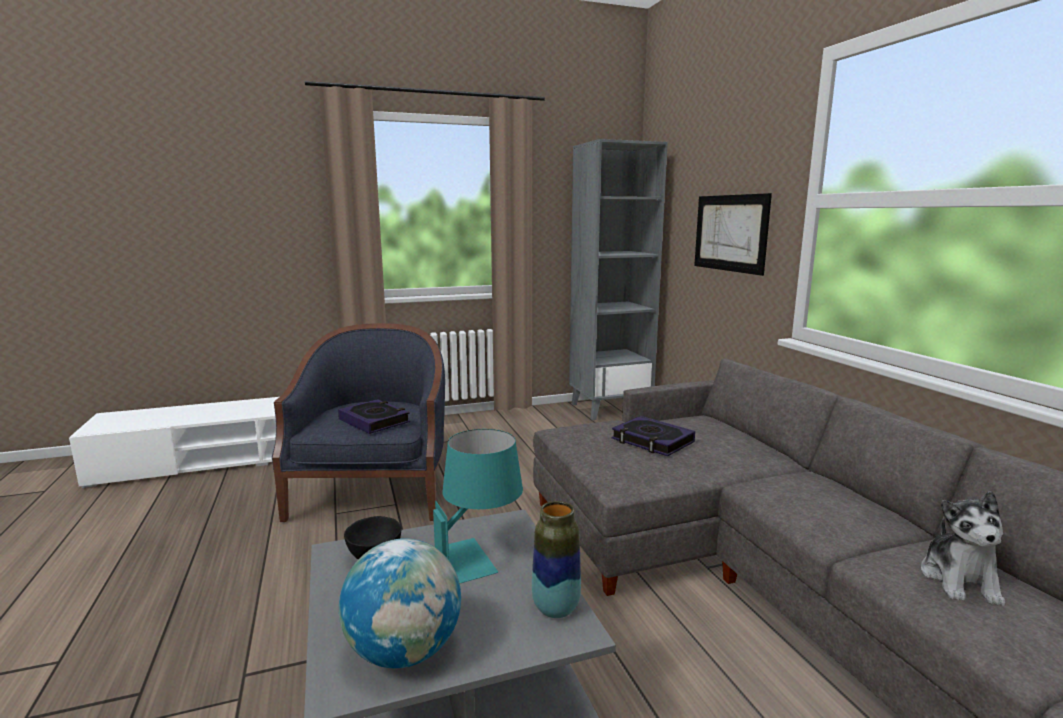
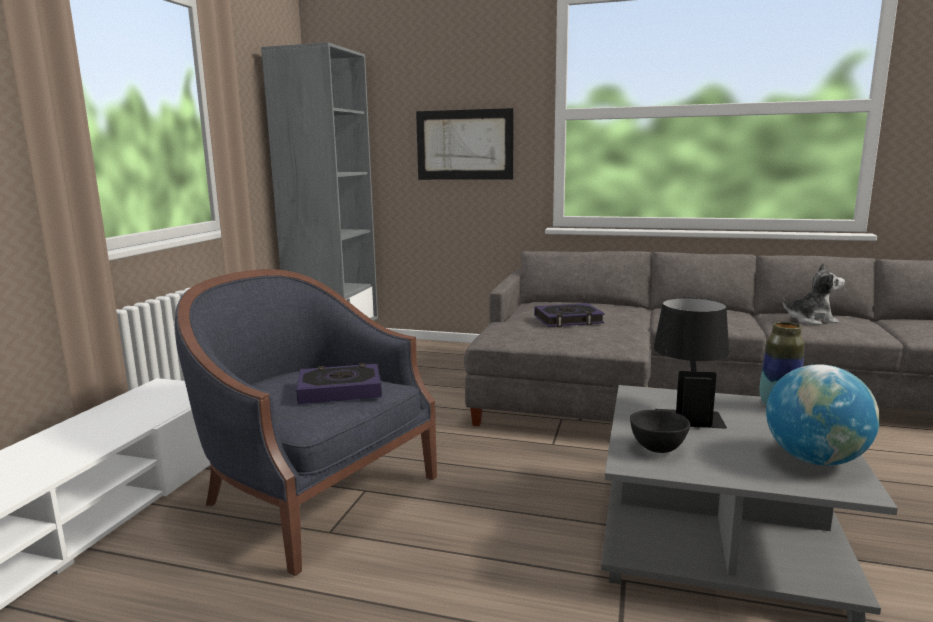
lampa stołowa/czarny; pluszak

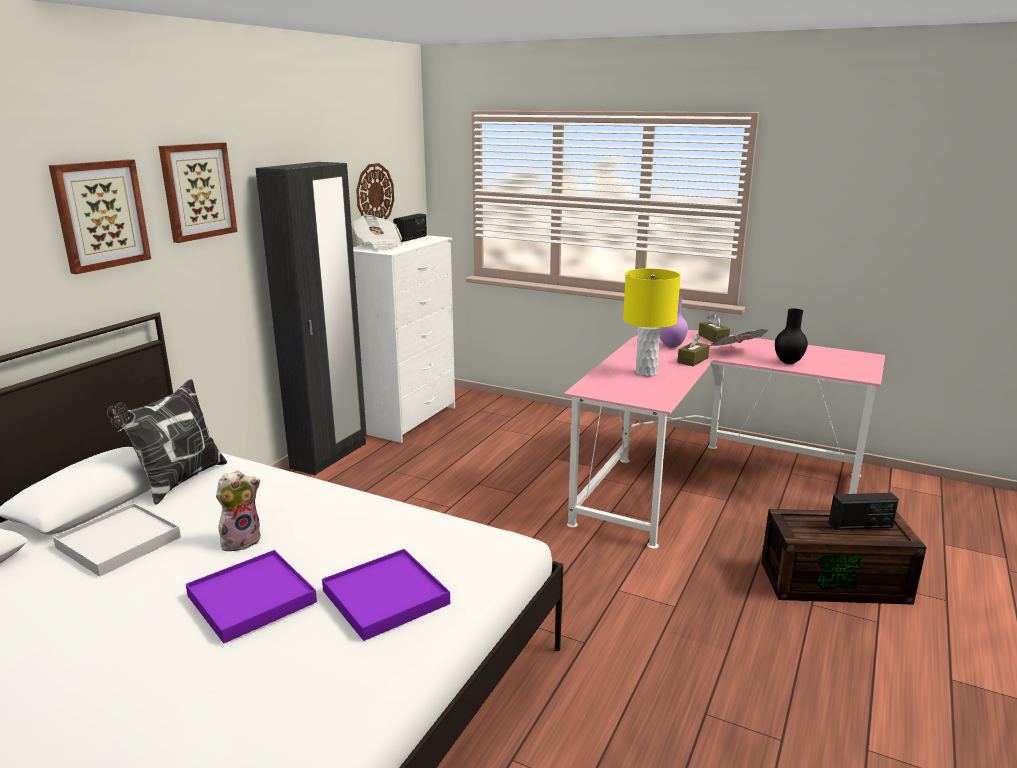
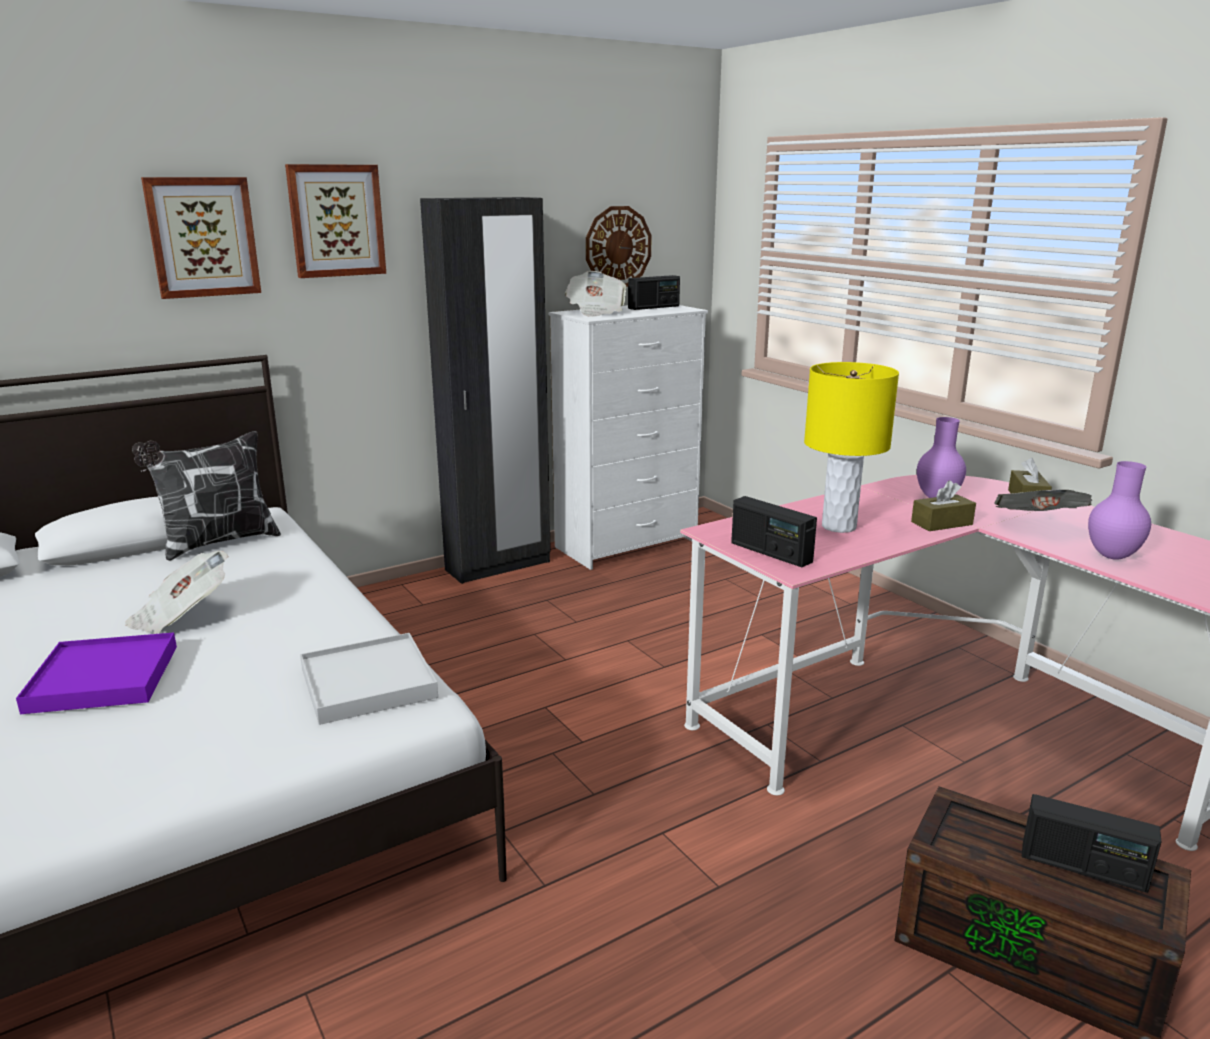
taca/biały; gazeta (no. 1 from left); taca/fioletowy (no. 2 from left in the first image); wazon/fioletowy (no. 2 from left); radio (no. 2 from left)

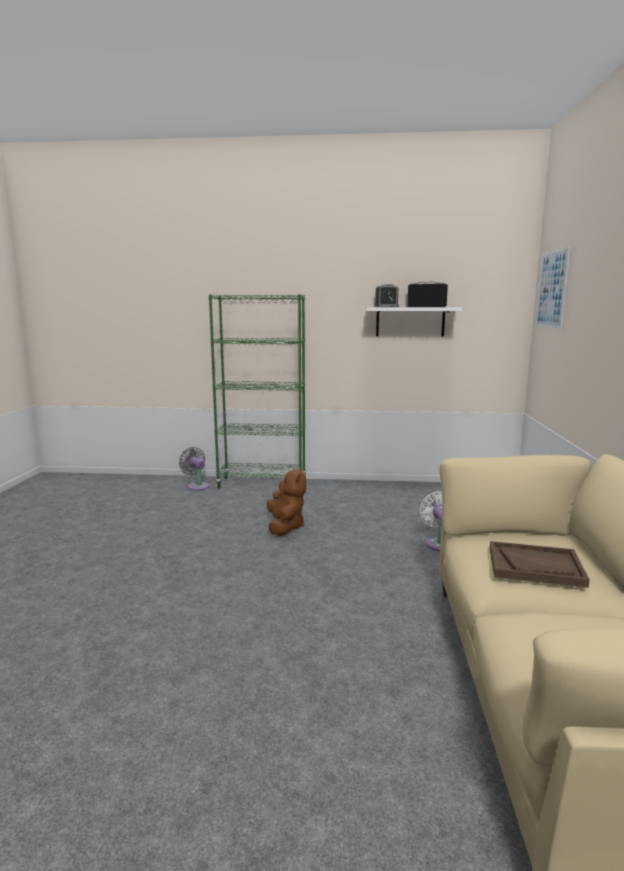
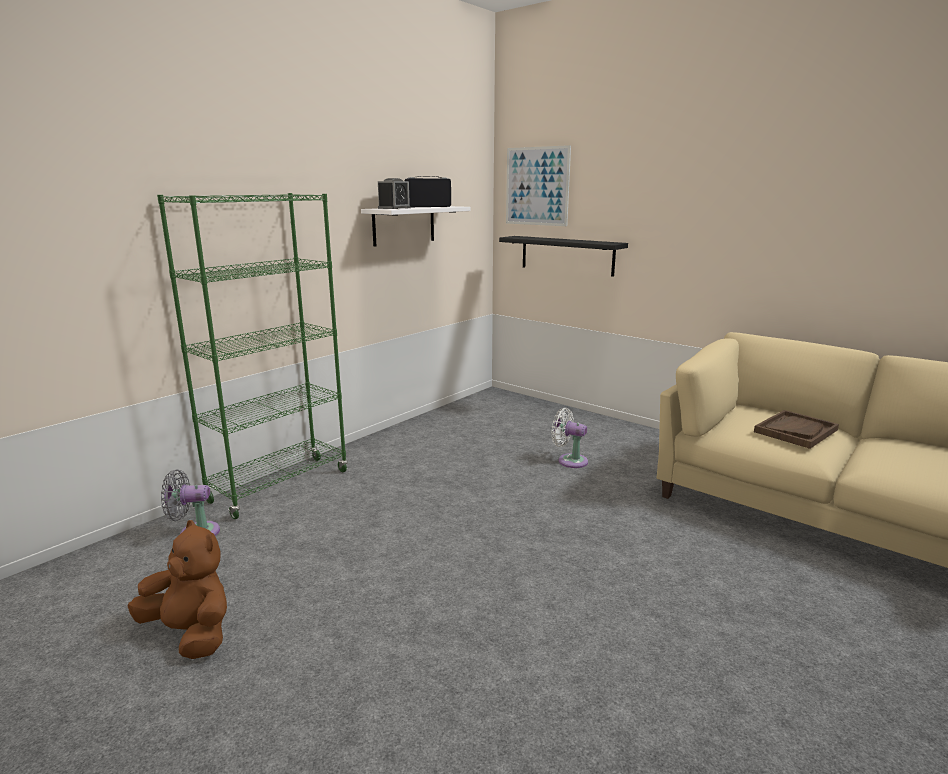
pluszak/brązowy; półka/czarny

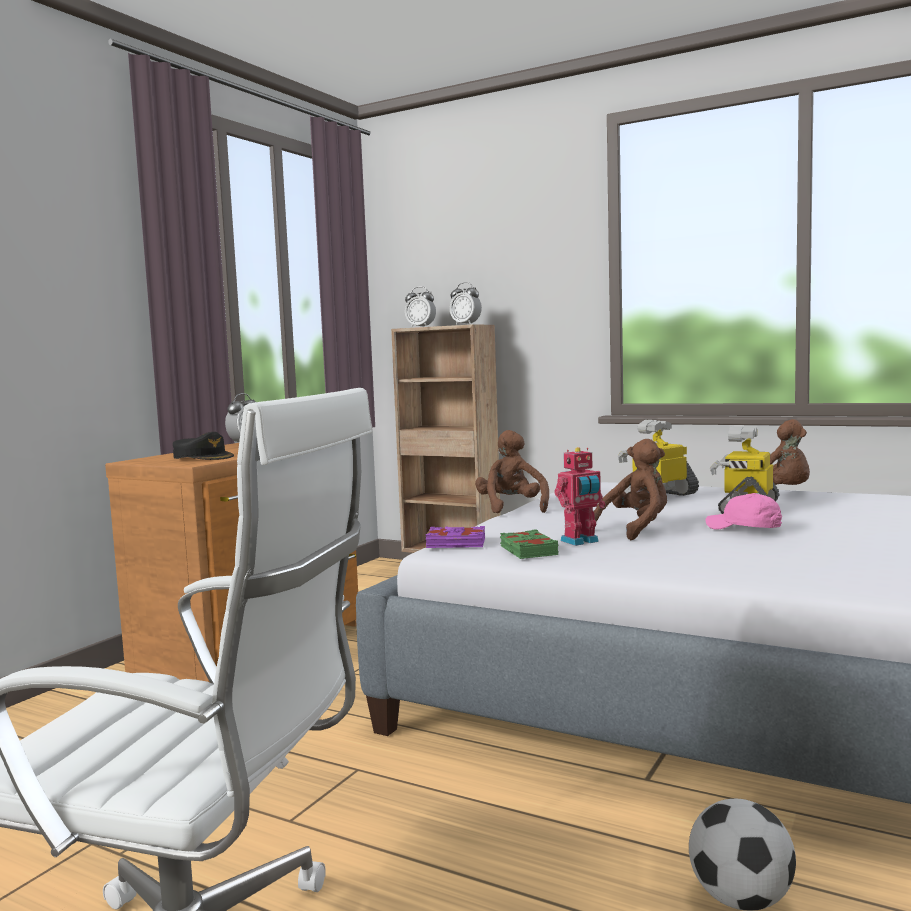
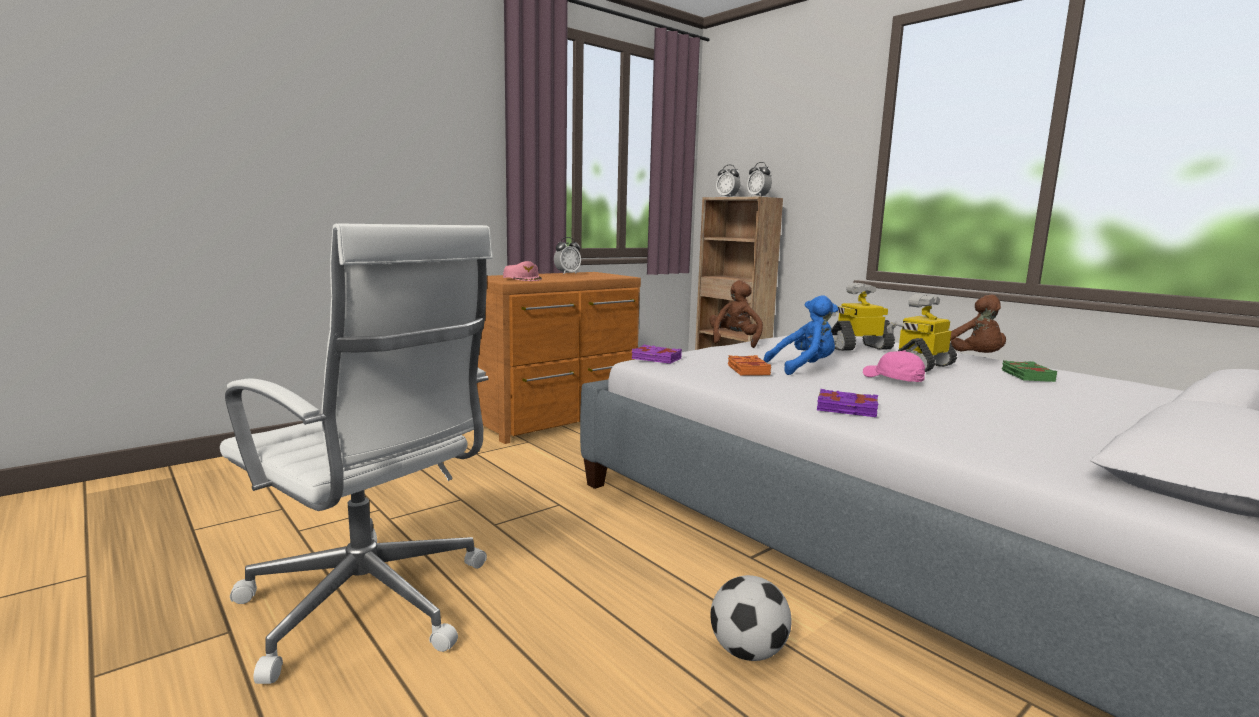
czapka z daszkiem/różowy (no. 1 from left); książka/zielony; książka/pomarańczowy; pluszak/niebieski; książka/fioletowy (no. 2 from left)

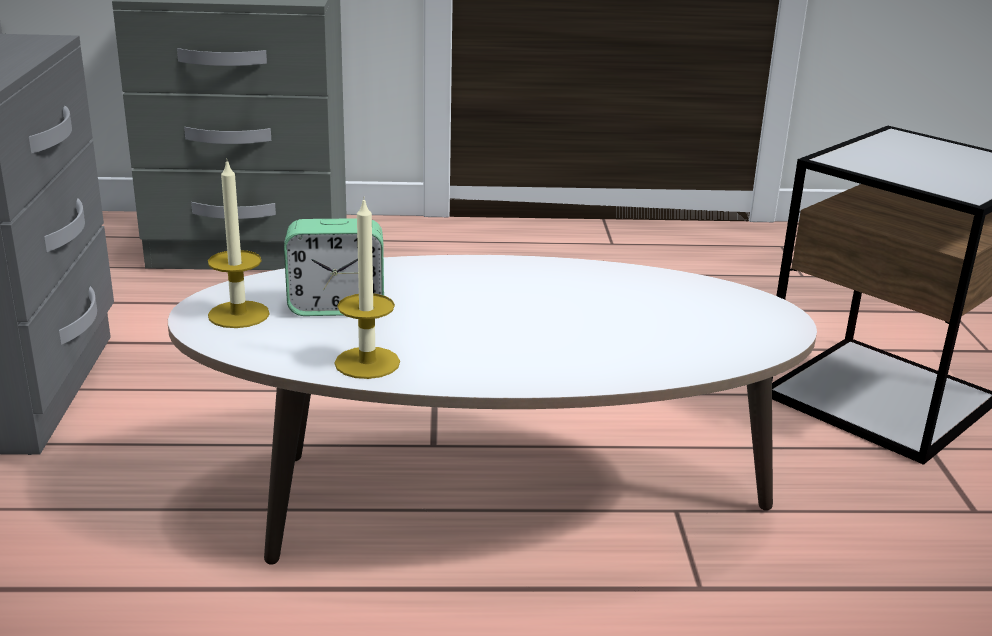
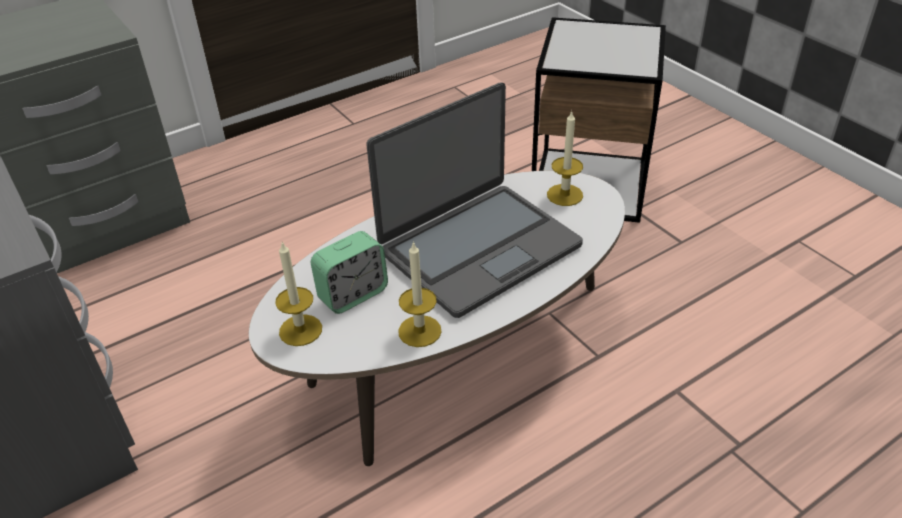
laptop; świeca (no. 3 from left)

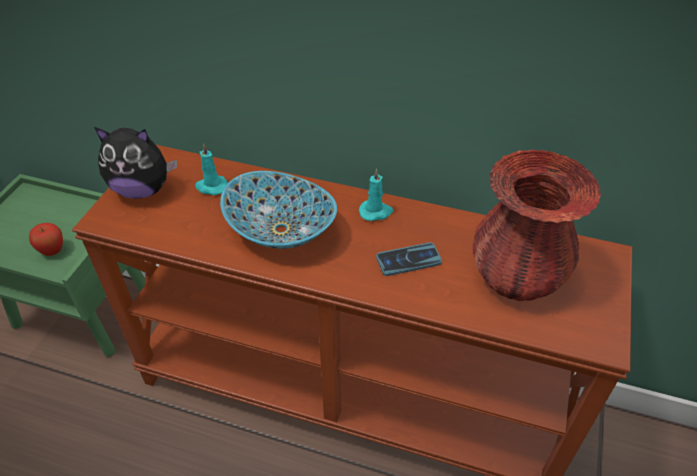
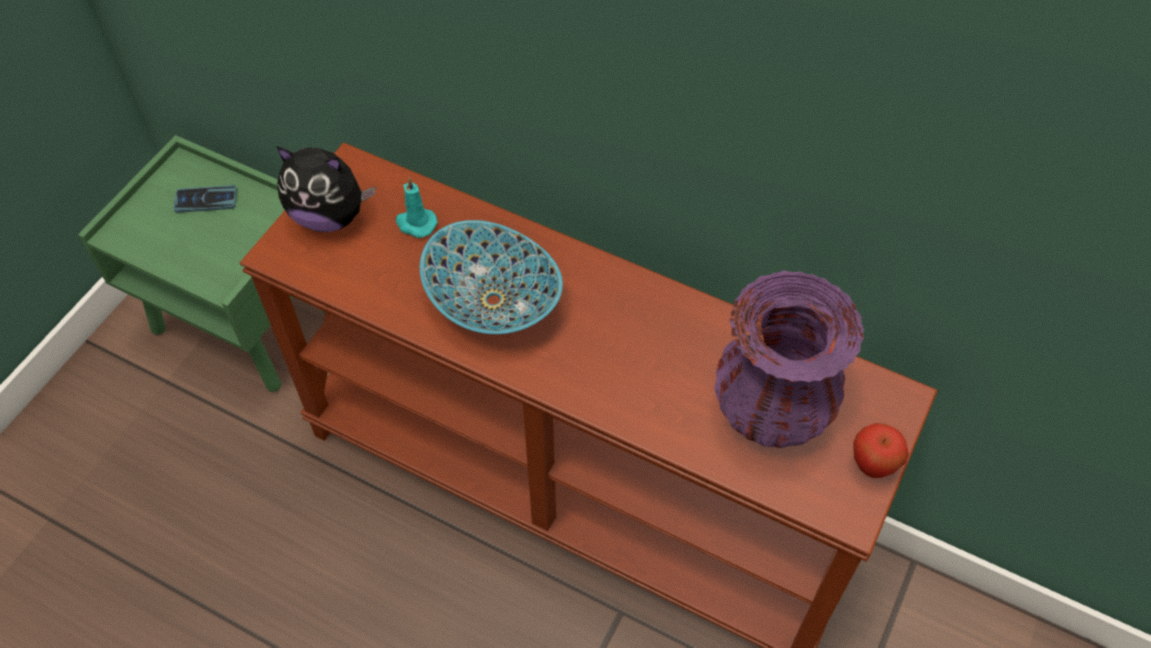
jabłko; świeca/turkusowy (no. 2 from left in the first image); telefon; wazon/fioletowy

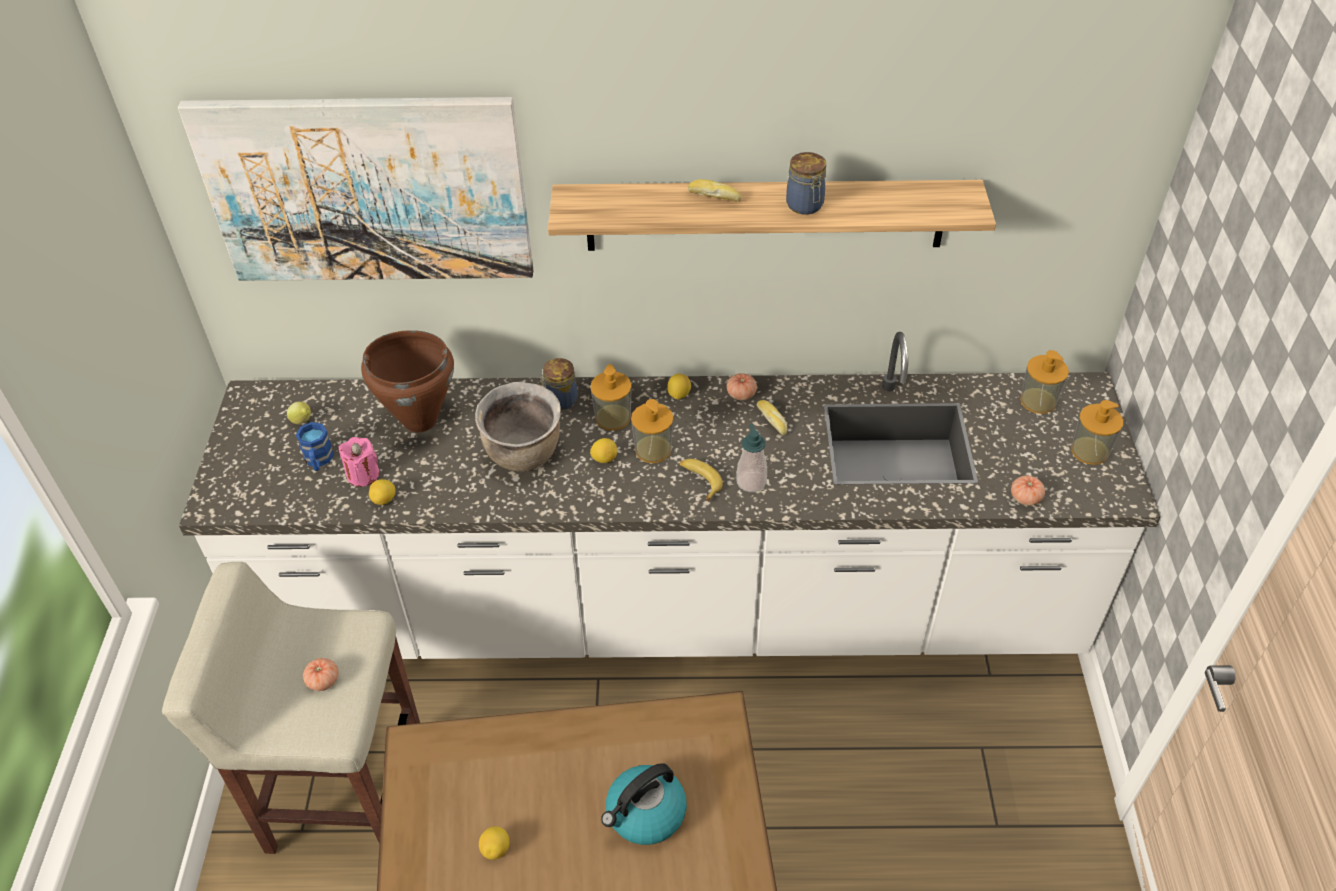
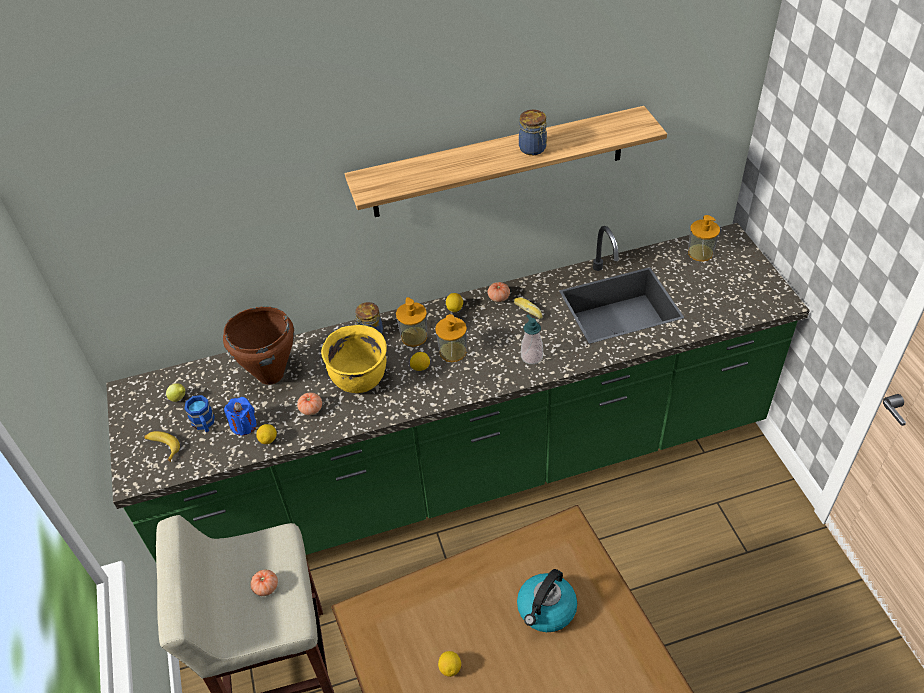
obraz; zabudowa kuchenna/zielony; świeca/niebieski; garnek/żółty; banan; chleb (no. 1 from left in the first image); pomidor (no. 2 from left); dozownik mydła (no. 5 from left in the first image)

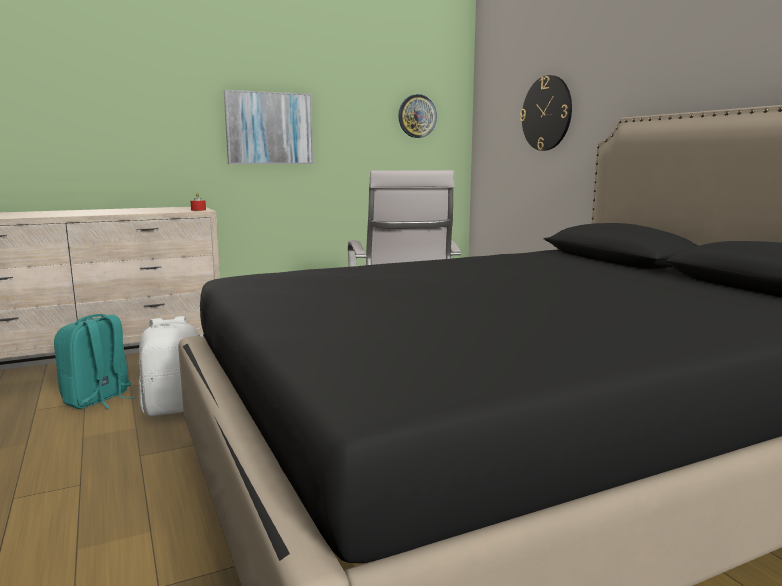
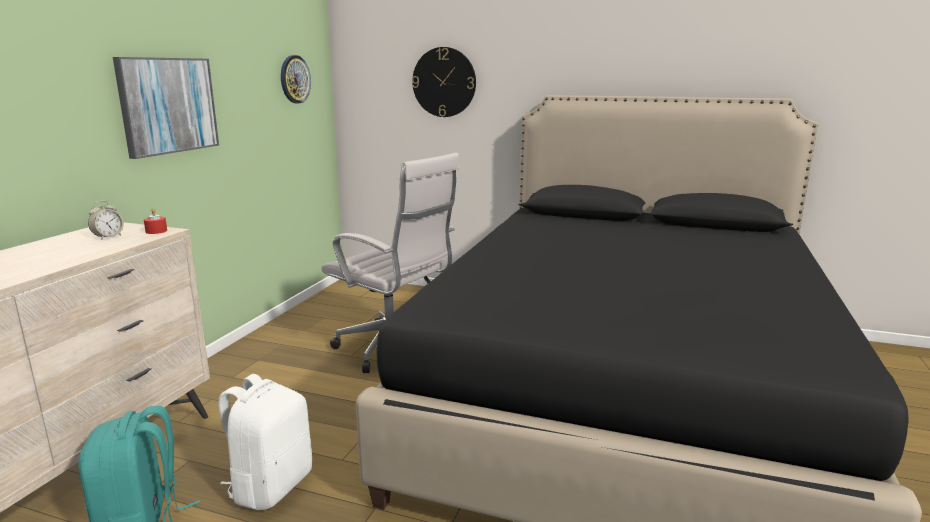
budzik

